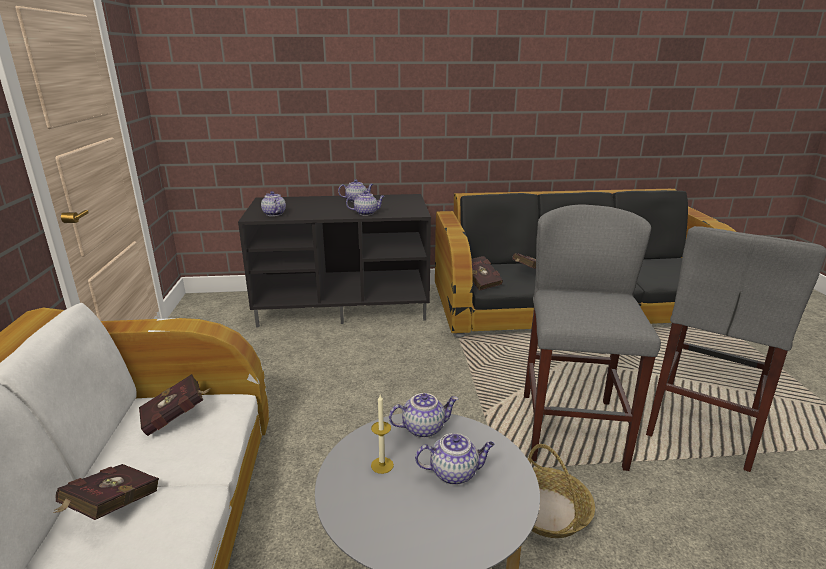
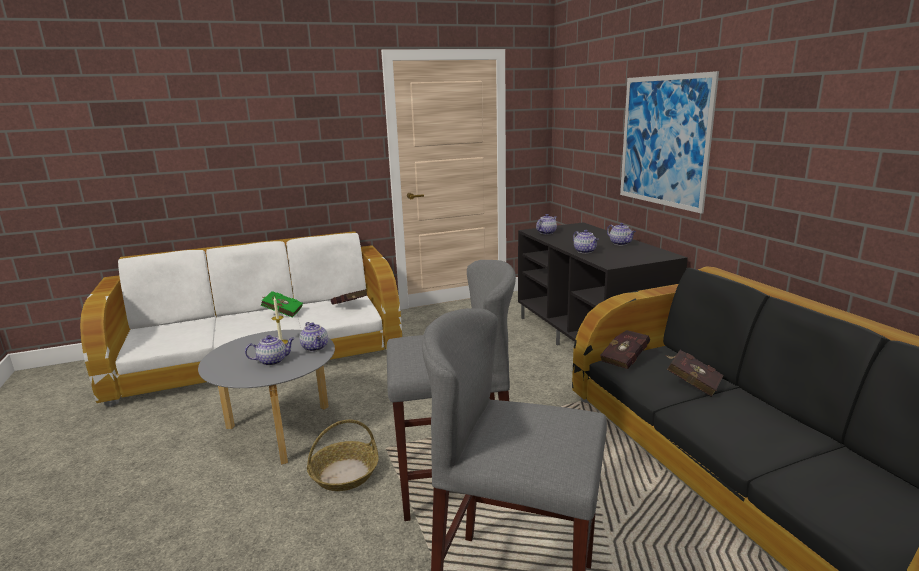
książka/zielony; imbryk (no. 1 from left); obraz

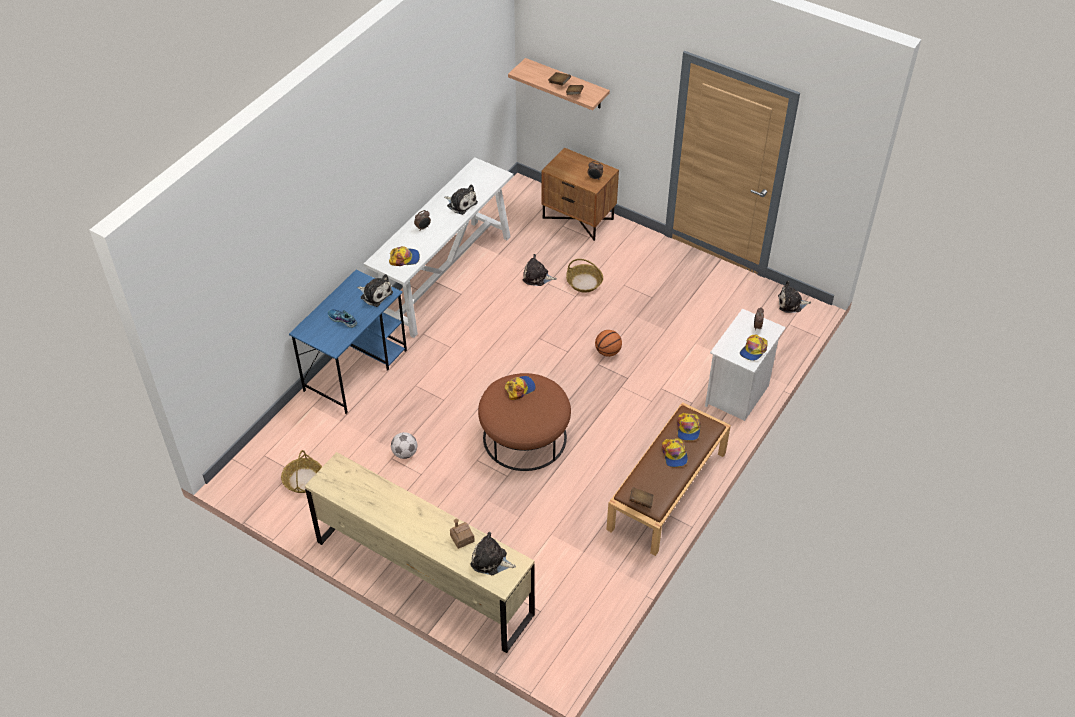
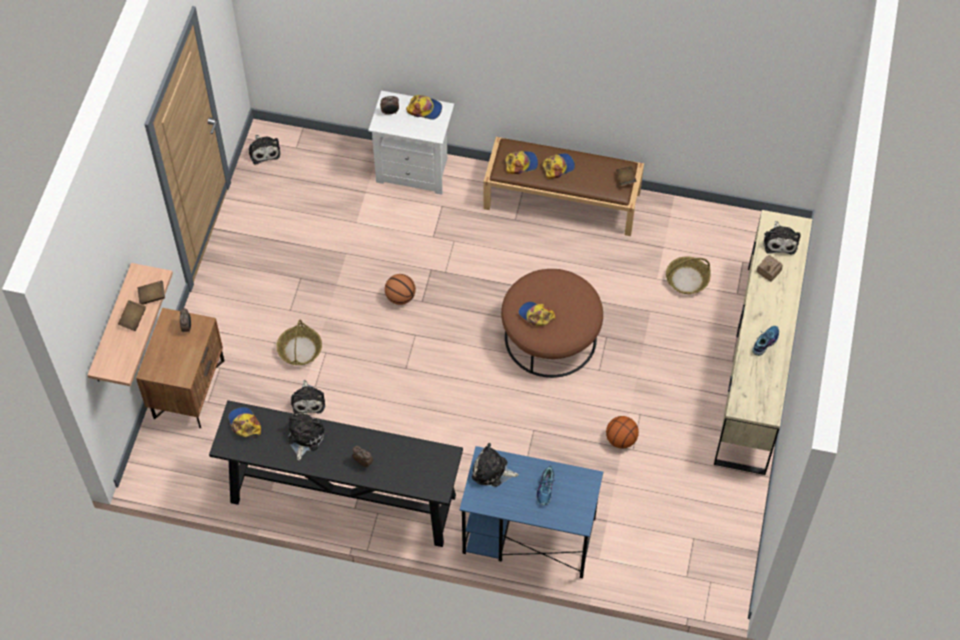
koszyk (no. 2 from left); pluszak (no. 4 from left); stolik konsolowy/czarny; czapka z daszkiem (no. 1 from left); piłka do koszykówki (no. 2 from left); but (no. 2 from left)

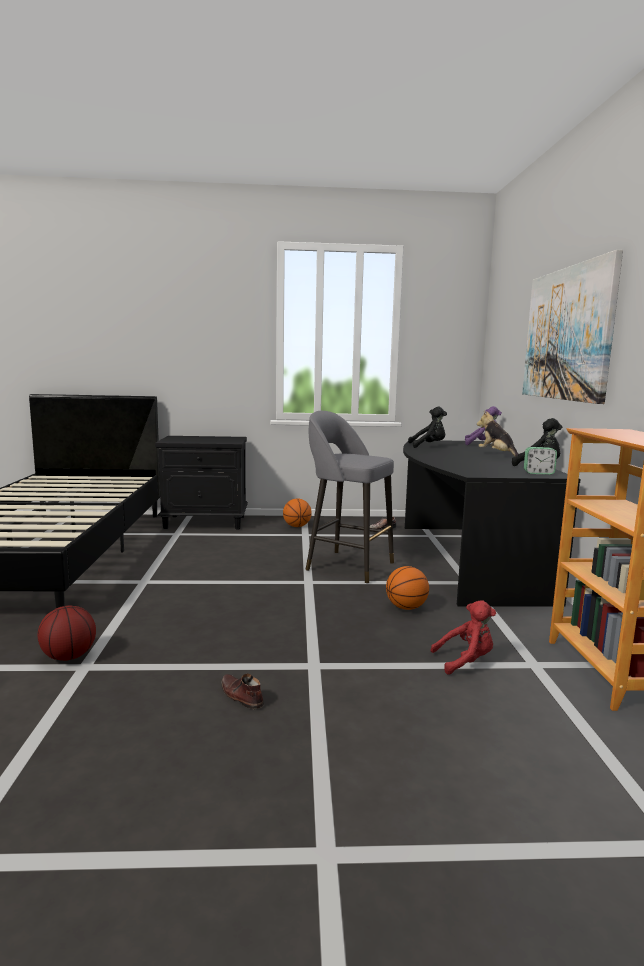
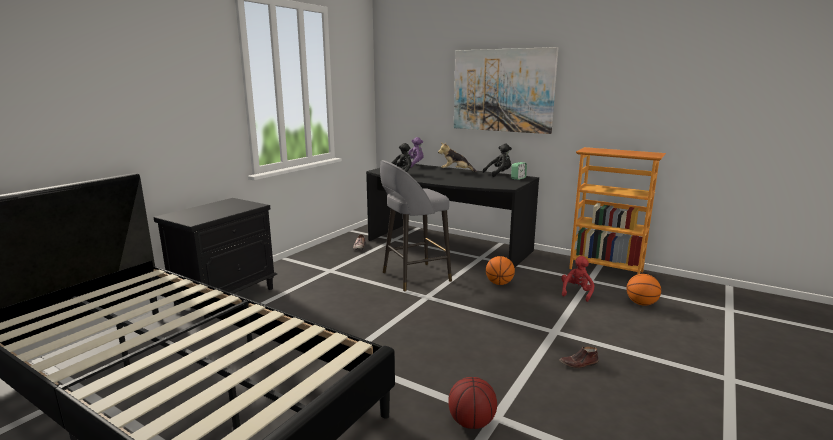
piłka do koszykówki (no. 3 from left)

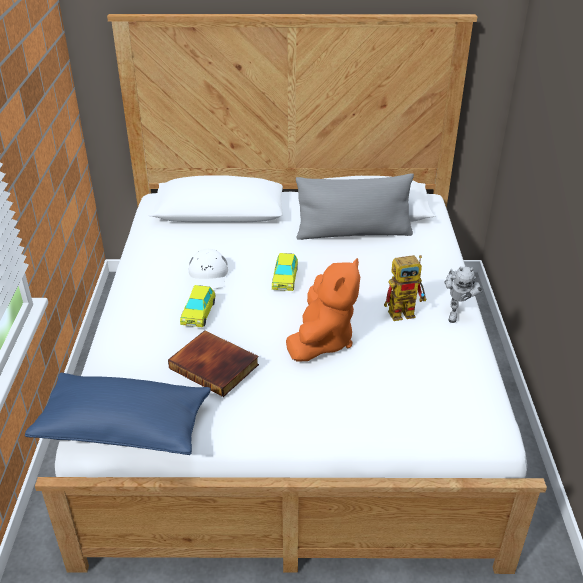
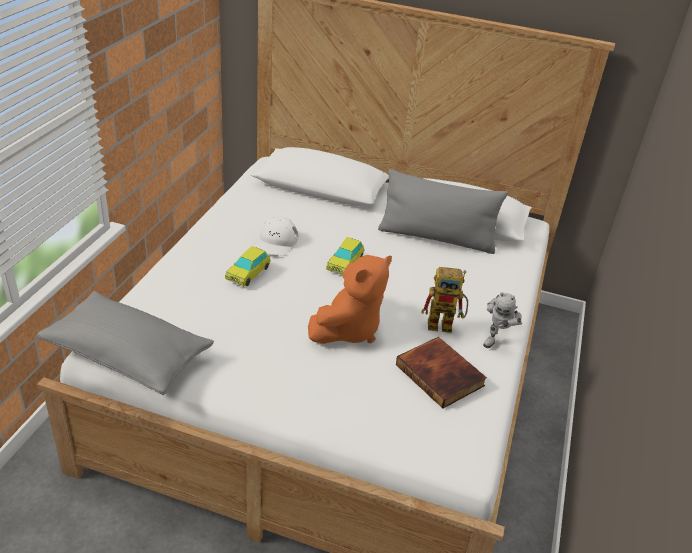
poduszka/szary (no. 1 from left); książka

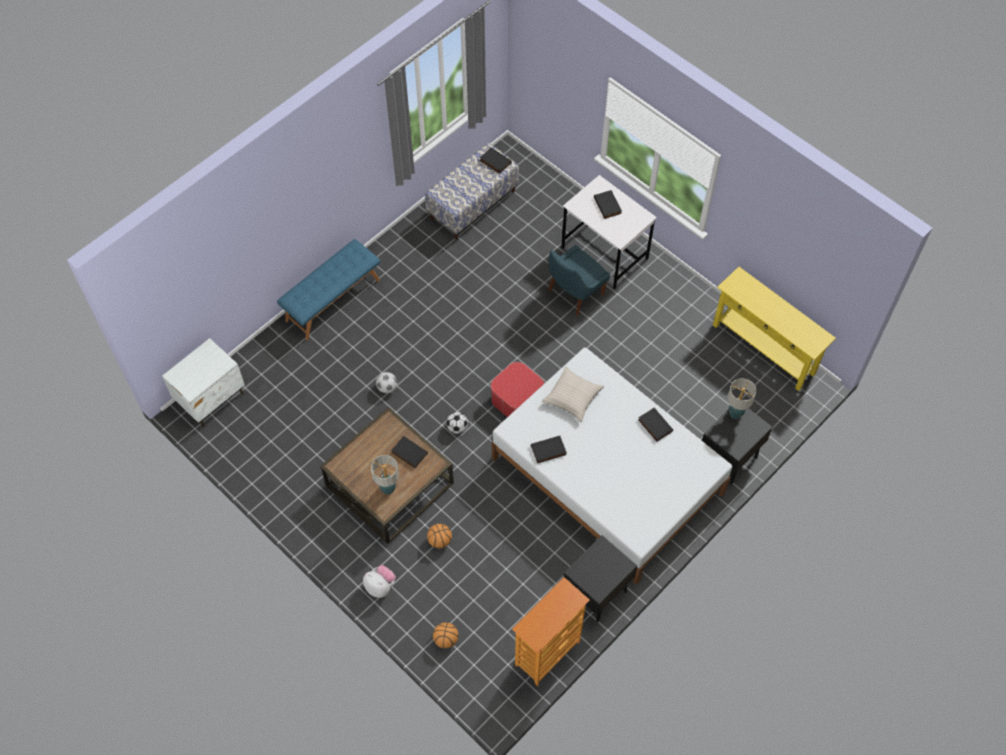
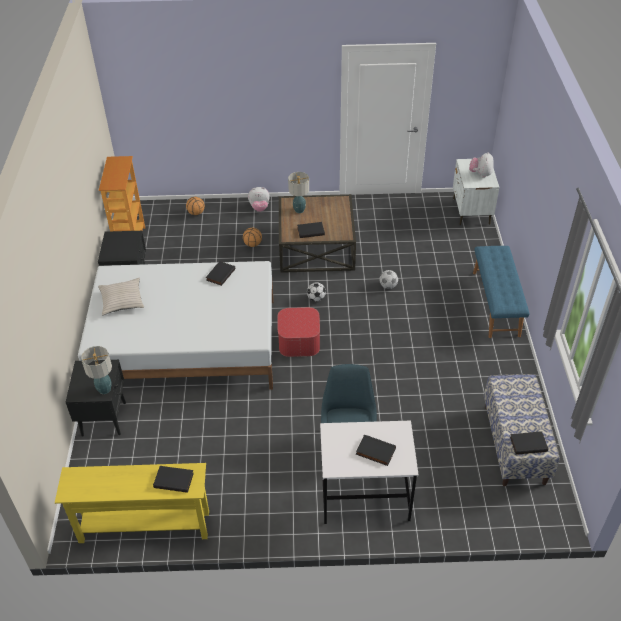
poduszka/beżowy; książka/czarny (no. 1 from left); pluszak (no. 2 from left)

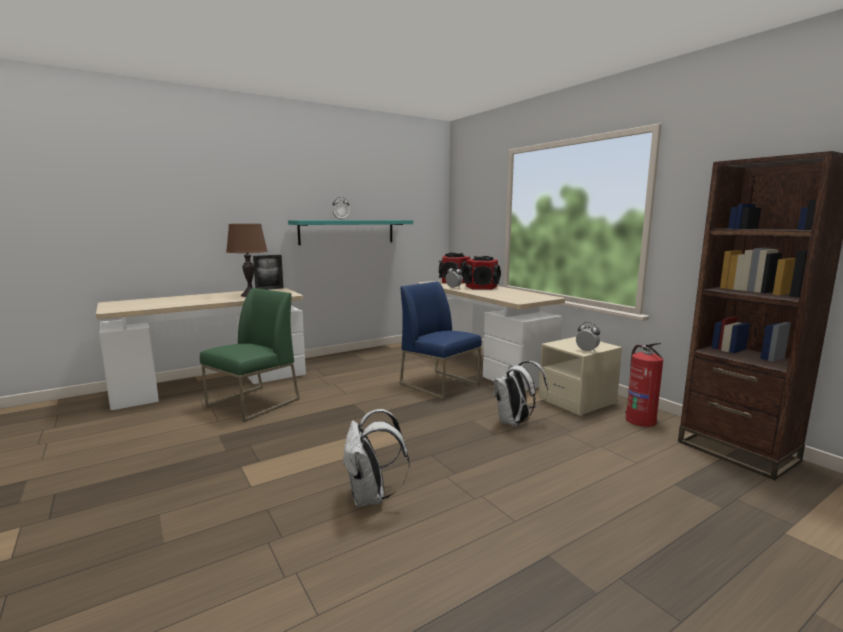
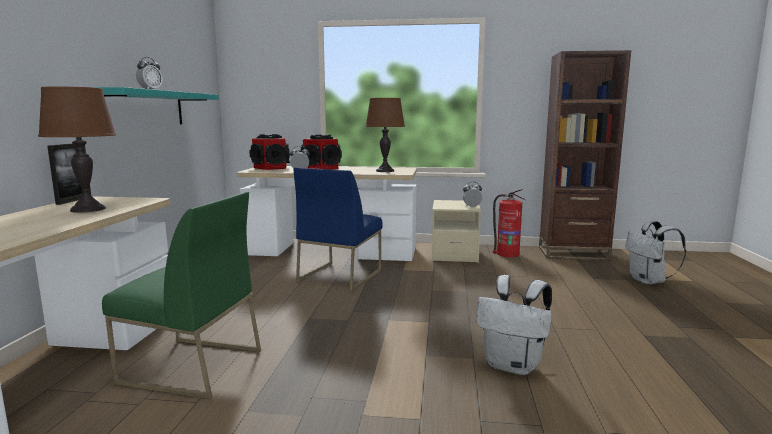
krzesło/zielony; krzesło/niebieski; plecak/biały (no. 2 from left); lampa stołowa/brązowy (no. 2 from left)

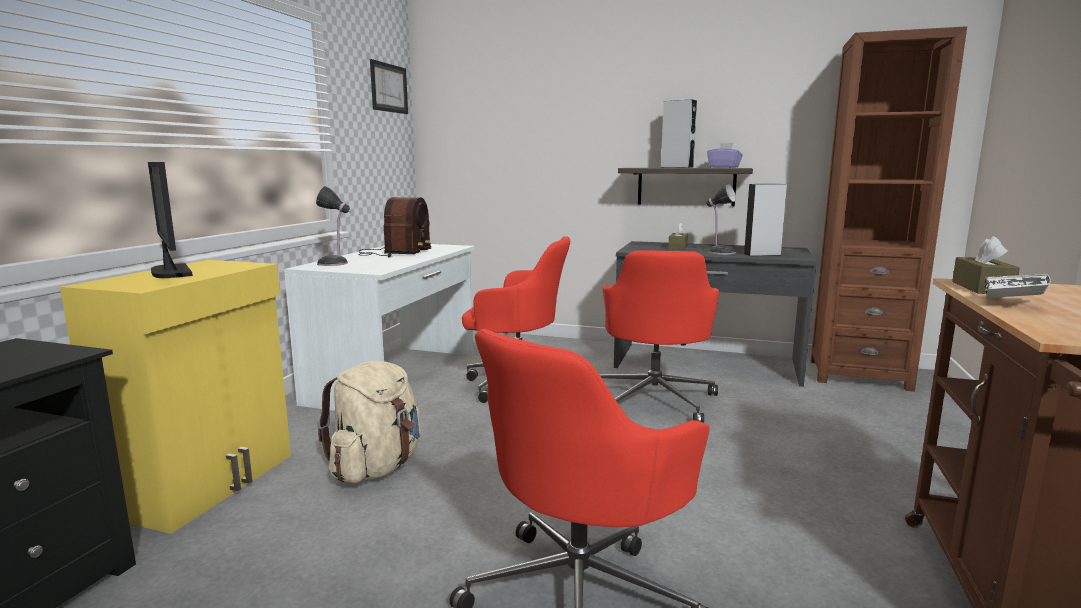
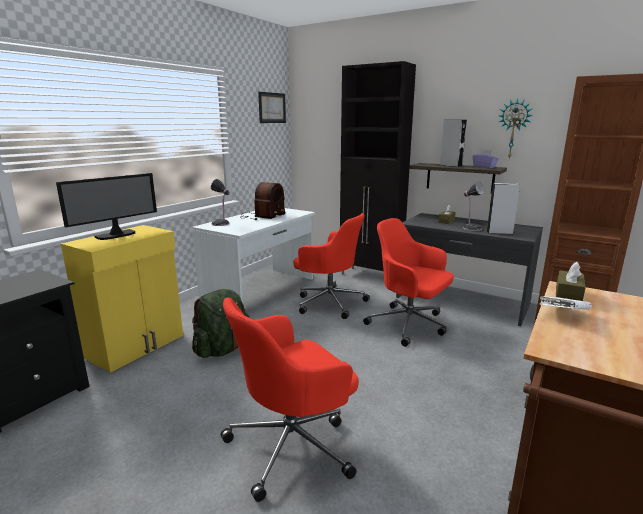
monitor; plecak/zielony; krzesło biurowe/czerwony (no. 3 from left); szafka/czarny; zegar ścienny

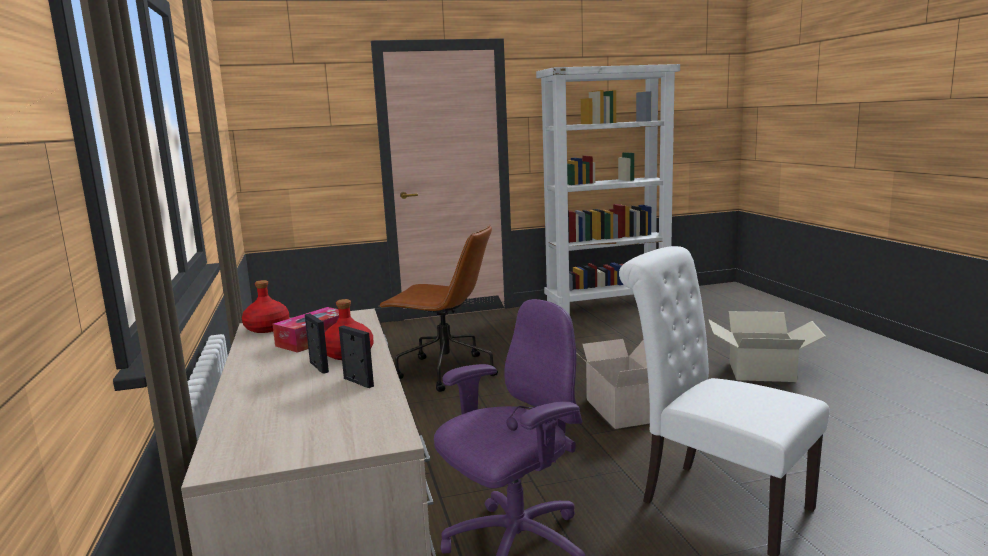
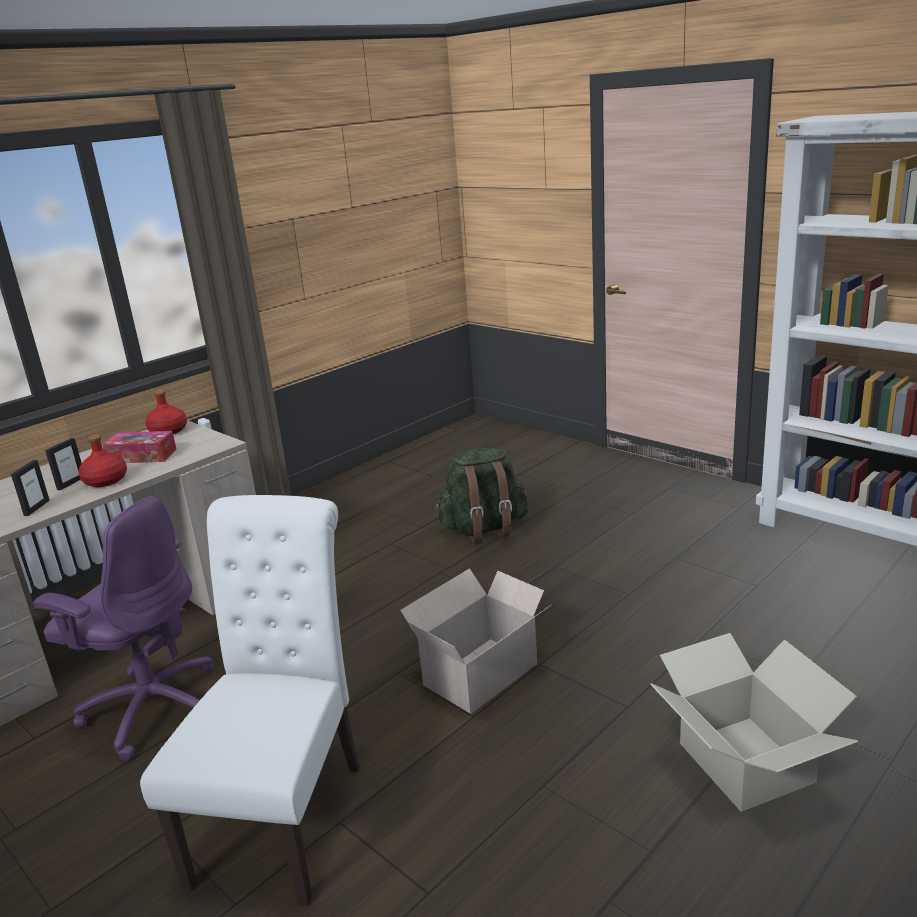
plecak/zielony

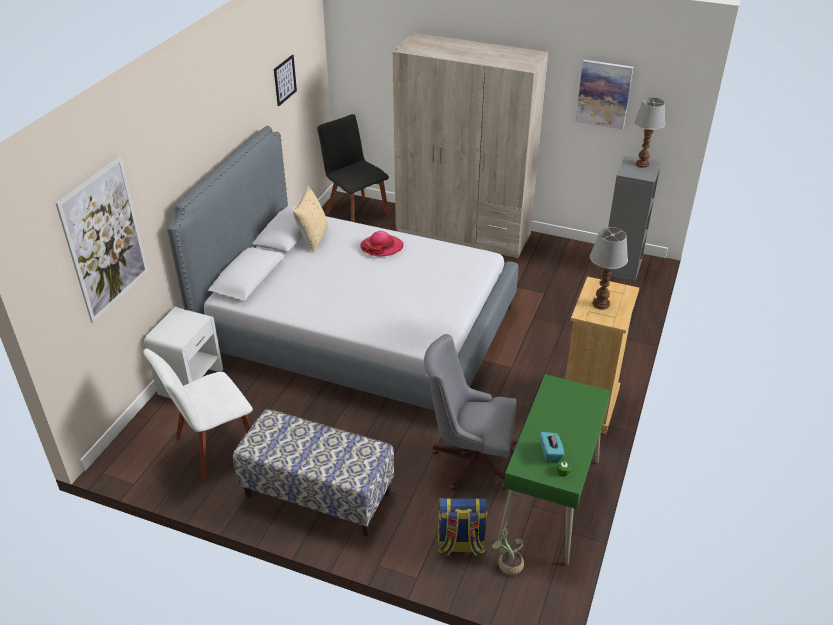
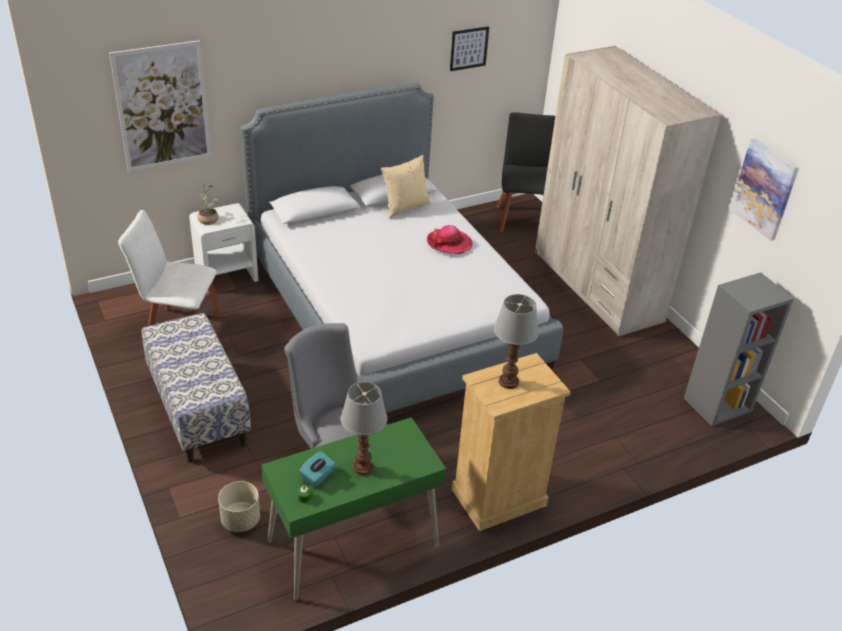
donica/beżowy; roślina doniczkowa; lampa stołowa (no. 1 from left)

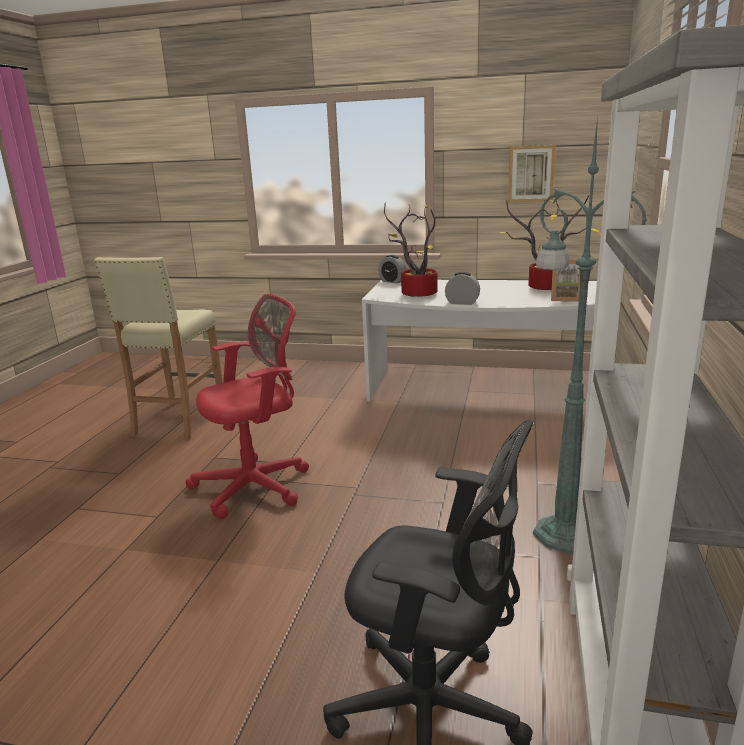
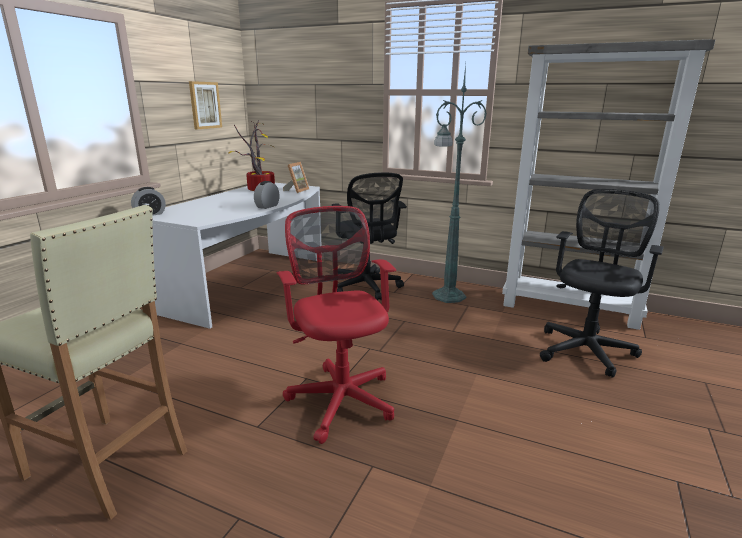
roślina doniczkowa (no. 1 from left in the first image); krzesło biurowe/czarny (no. 1 from left)

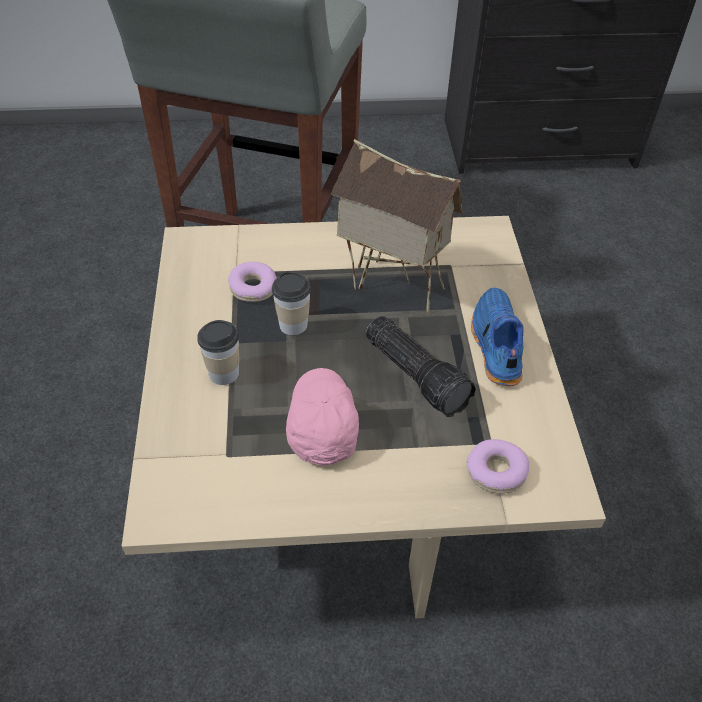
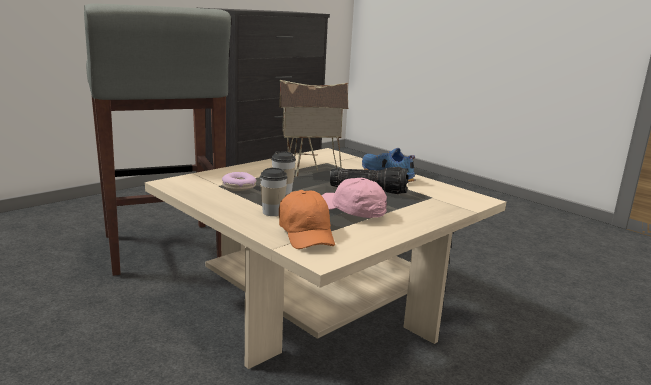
donut (no. 2 from left in the first image); czapka z daszkiem/pomarańczowy

